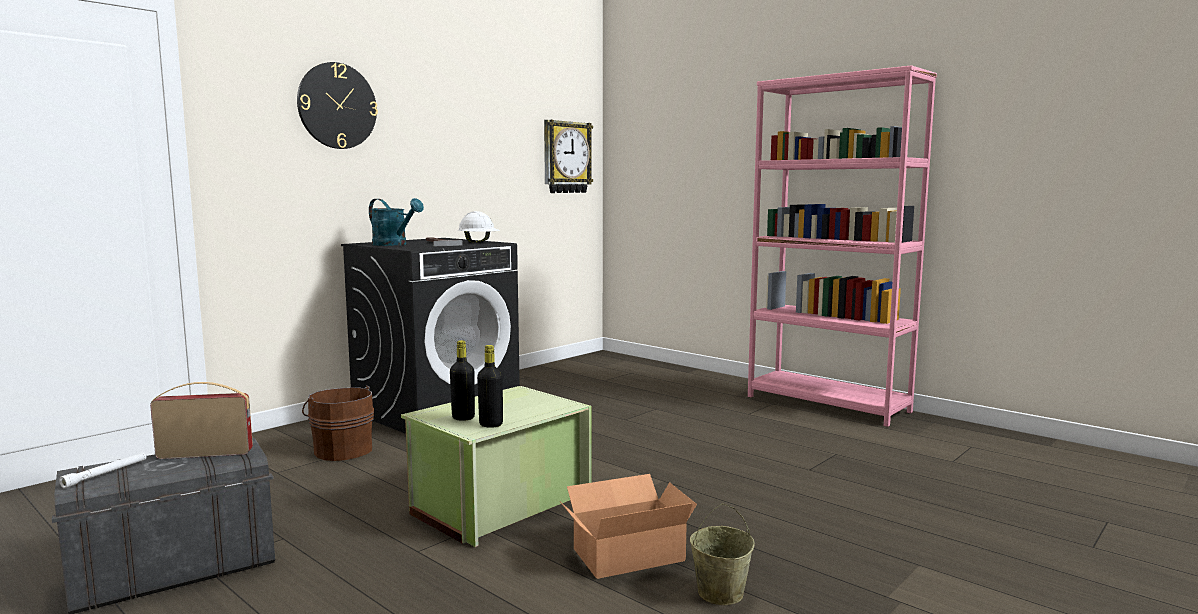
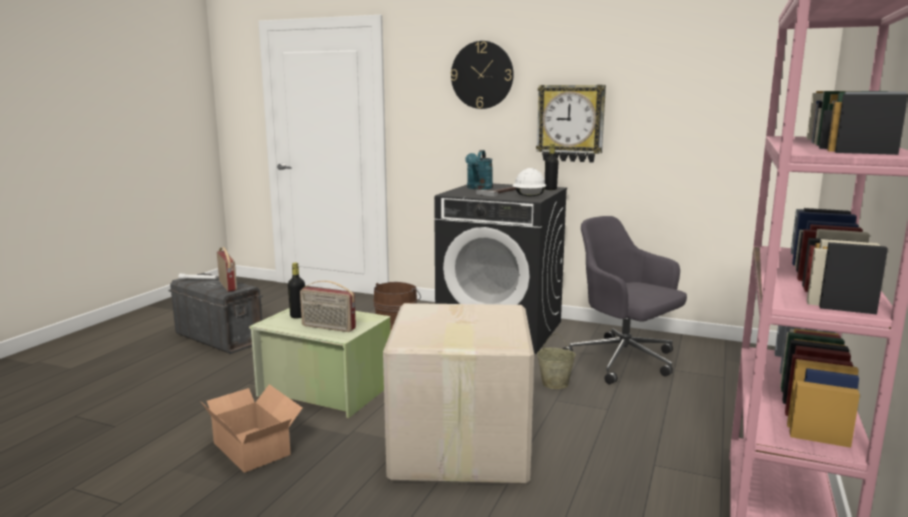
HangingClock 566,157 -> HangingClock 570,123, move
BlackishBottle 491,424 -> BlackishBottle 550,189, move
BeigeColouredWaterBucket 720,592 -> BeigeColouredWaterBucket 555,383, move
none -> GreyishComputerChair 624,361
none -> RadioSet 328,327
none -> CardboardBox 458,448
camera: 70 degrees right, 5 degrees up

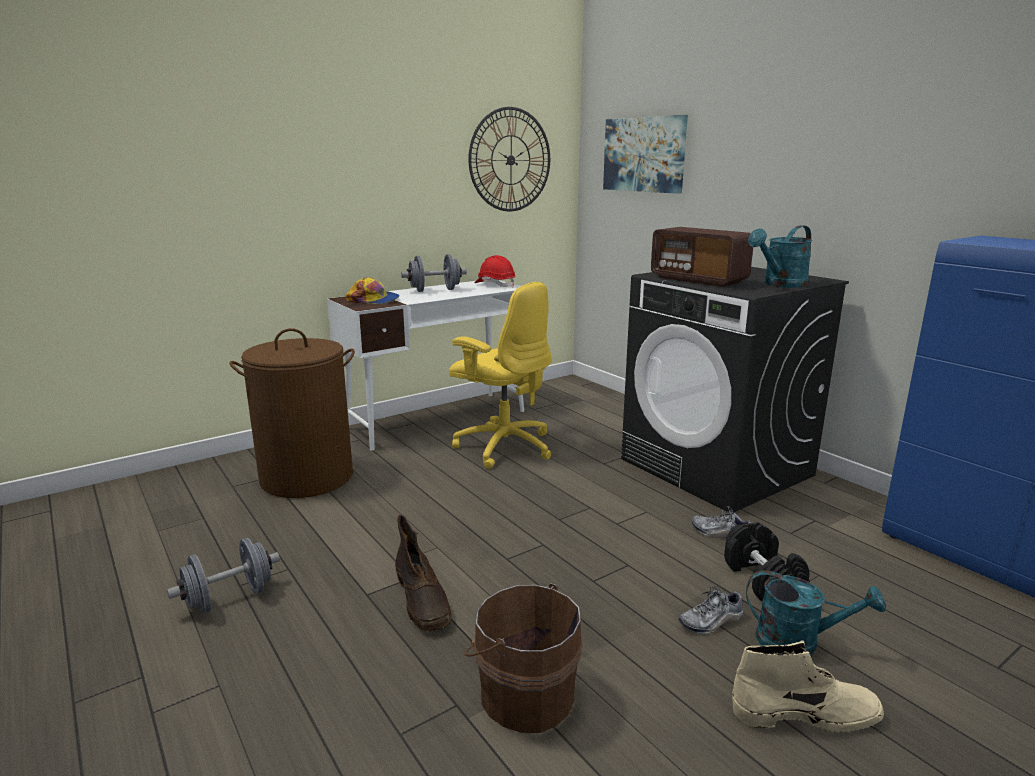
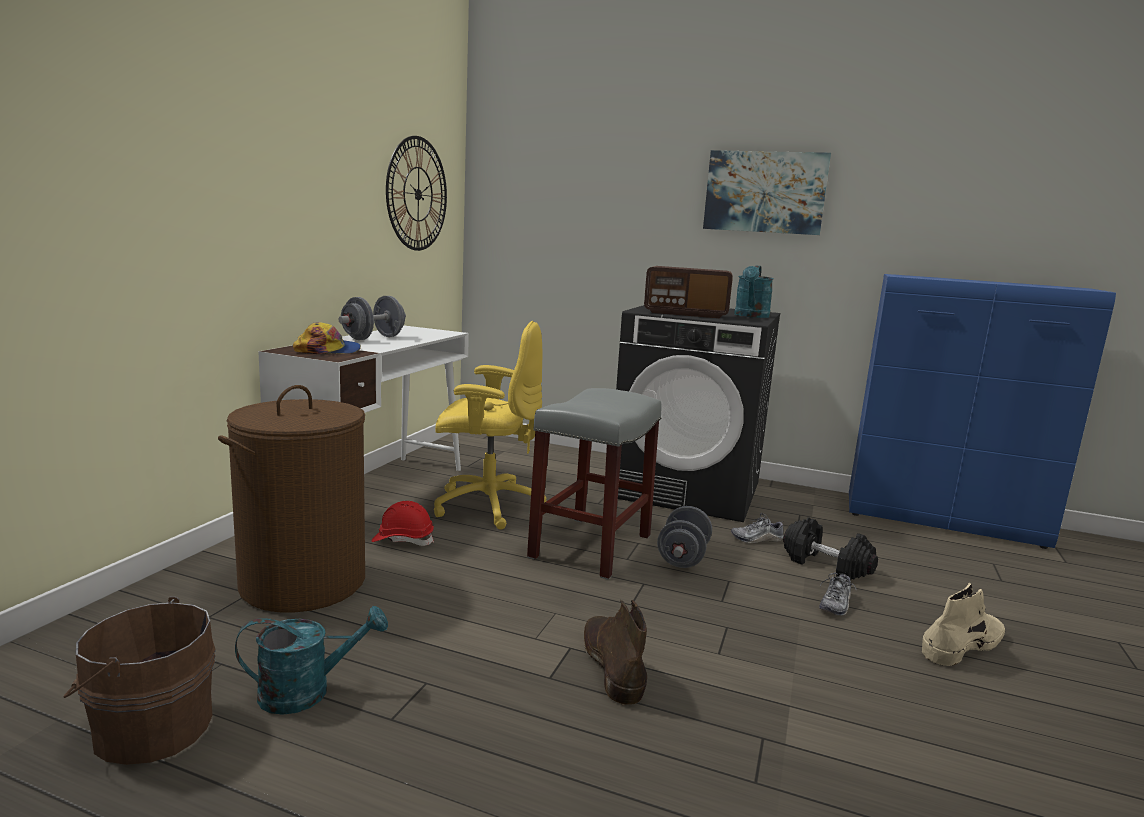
Picture 644,154 -> Picture 765,192, move
RedColouredSafetyHelmet 495,285 -> RedColouredSafetyHelmet 403,540, move
BrownishTallBoot 423,601 -> BrownishTallBoot 611,664, 135 degrees counterclockwise
GreyishFreeWeight 229,598 -> GreyishFreeWeight 683,557, move
BlueGreenWateringCan 798,642 -> BlueGreenWateringCan 307,692, move
BrownishWaterBucket 524,694 -> BrownishWaterBucket 149,727, move
none -> GreyishStoolSeat 591,547
camera: 35 degrees left, 5 degrees down

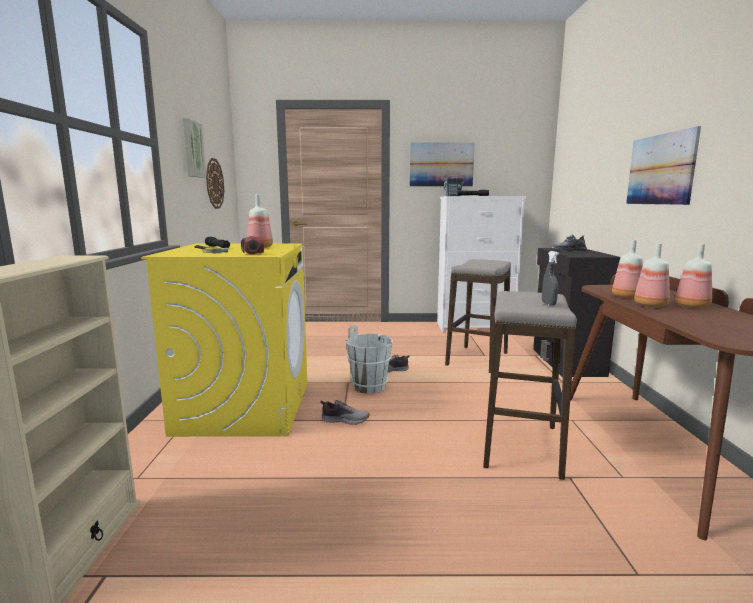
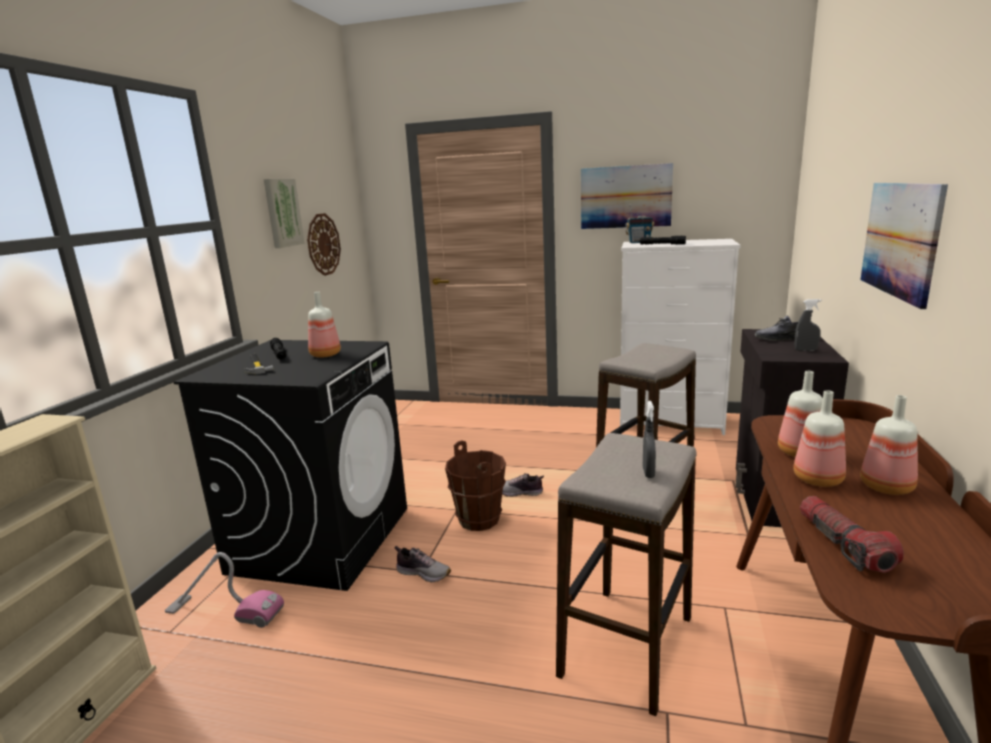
Flashlight 250,252 -> Flashlight 843,545, move
YellowColouredLaundryAppliance 245,407 -> BlackishLaundryAppliance 322,538
WhitishWaterBucket 369,386 -> BrownishWaterBucket 479,519
none -> GreyishHandSprayer 805,350
none -> Hoover 224,611
camera: 15 degrees right, 5 degrees up

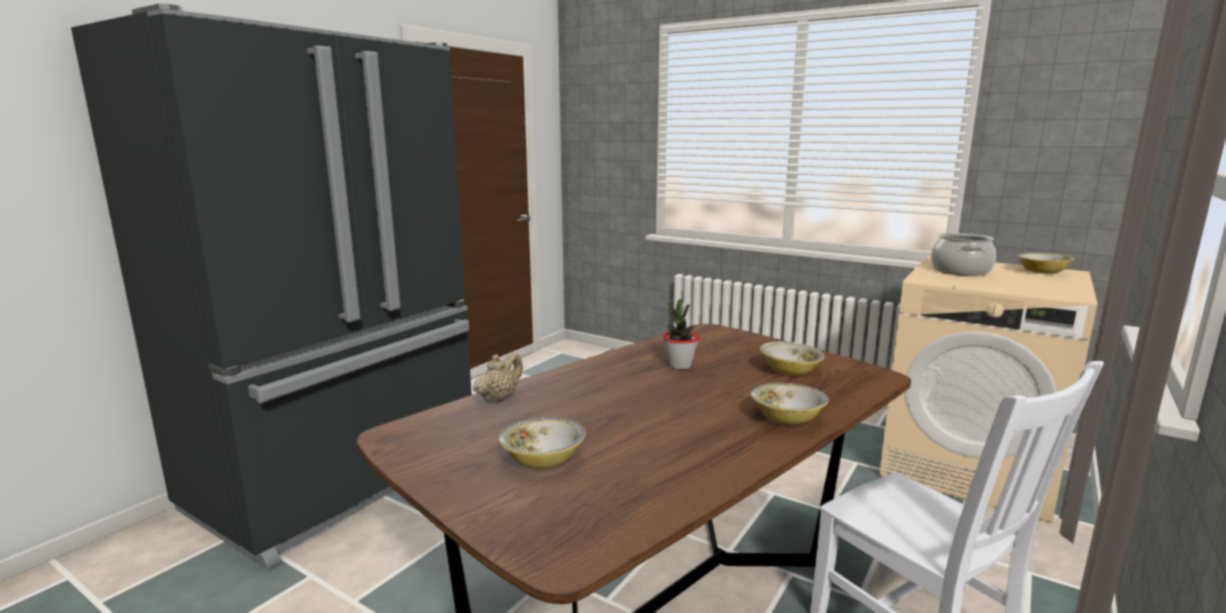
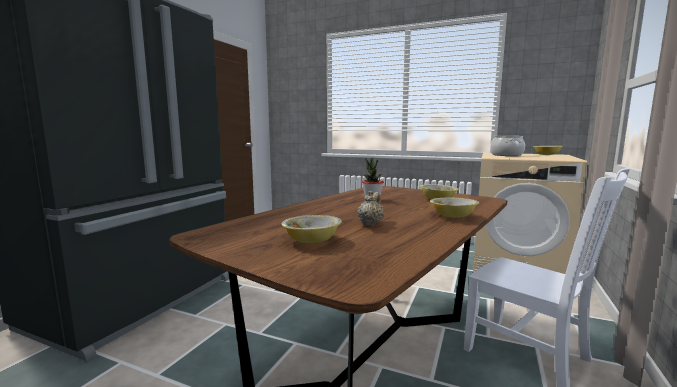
BeigeColouredTeapot 499,399 -> BeigeColouredTeapot 370,224, move
camera: 10 degrees left, 5 degrees down

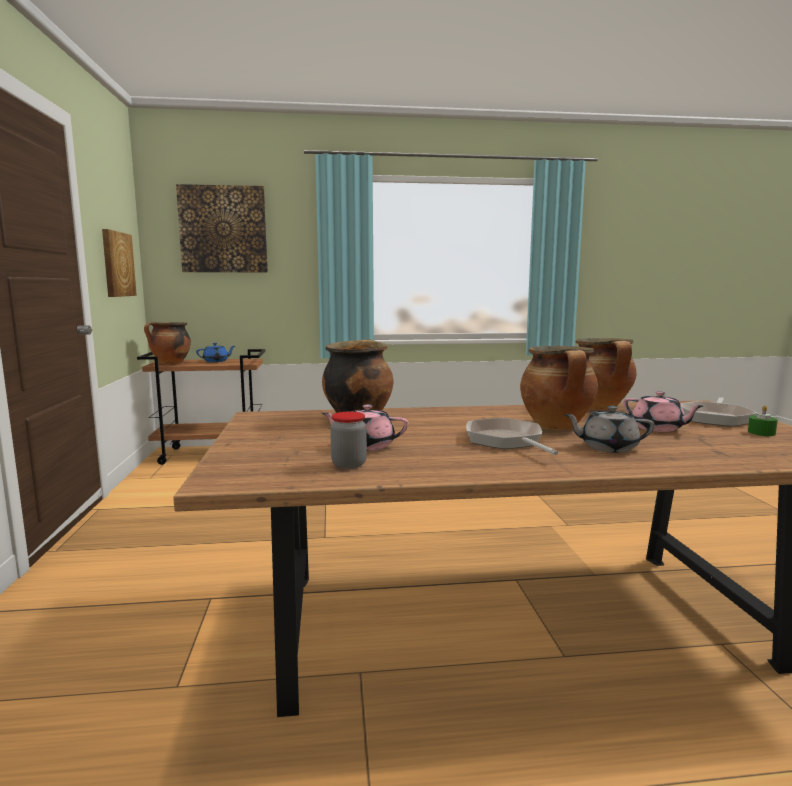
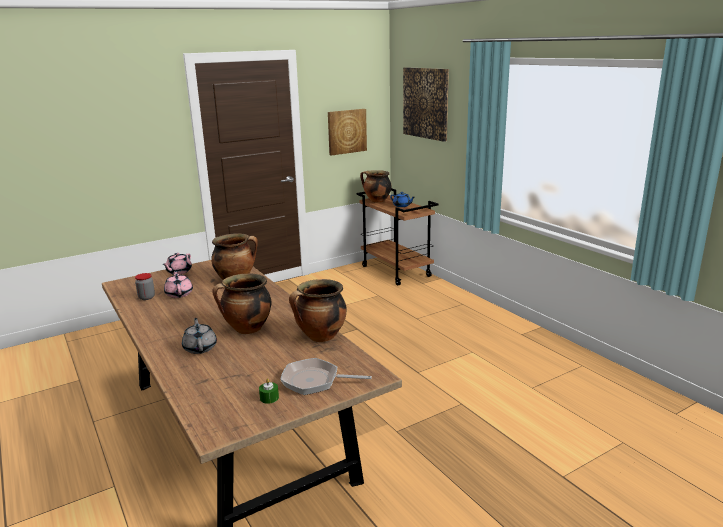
PinkTeapot 658,428 -> PinkTeapot 178,272, move
Pan 506,441 -> none
camera: 65 degrees right, 10 degrees up

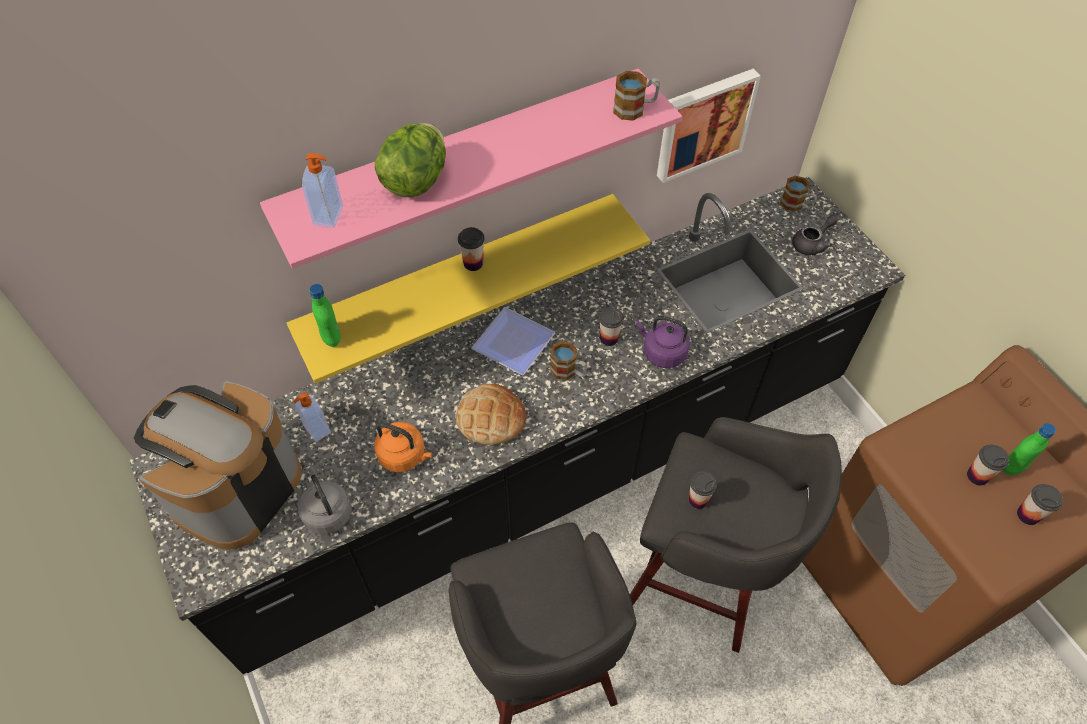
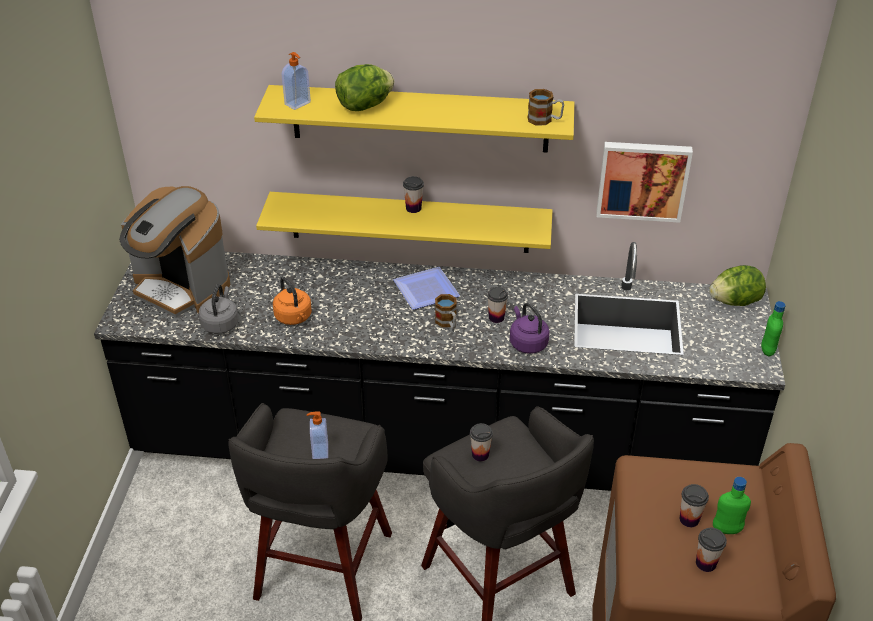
PinkShelf 463,160 -> YellowColouredShelf 420,118
Mug 796,205 -> Lettuce 735,301
GreyishTeapot 812,244 -> none
GreenColouredBottle 331,337 -> GreenColouredBottle 767,350, move
CoffeeBrewer 236,489 -> CoffeeBrewer 181,287, 120 degrees counterclockwise
BakeryBread 490,418 -> none
SoapDispenser 316,430 -> SoapDispenser 319,452, move
camera: 35 degrees right, 15 degrees down

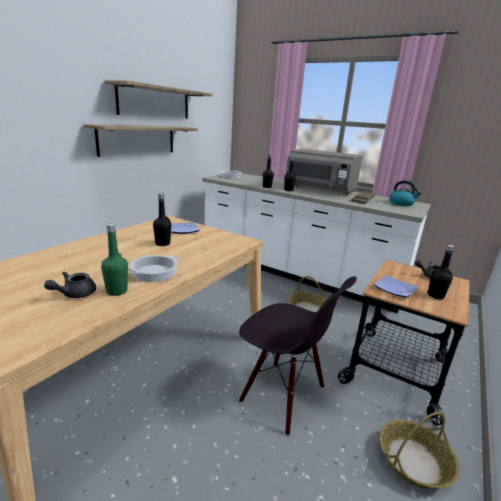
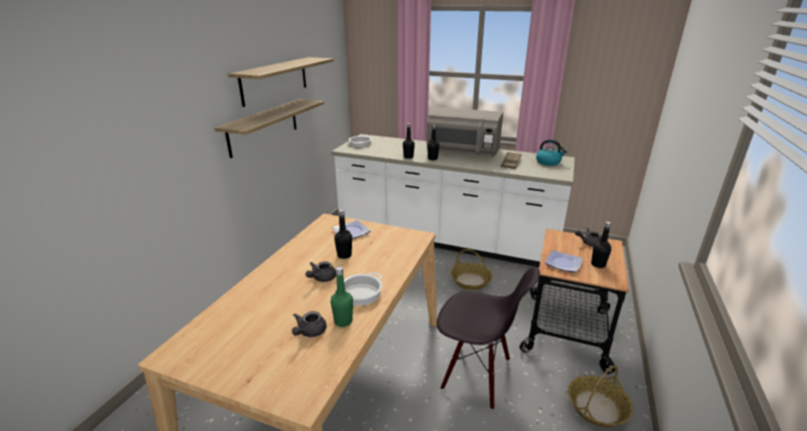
none -> GreyishTeapot 321,278
camera: 10 degrees left, 5 degrees up

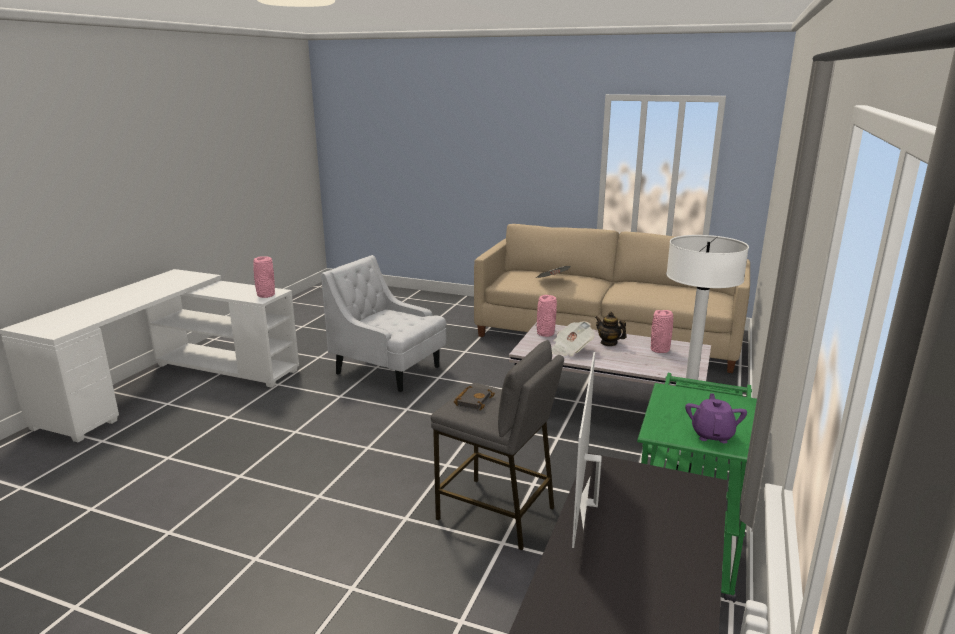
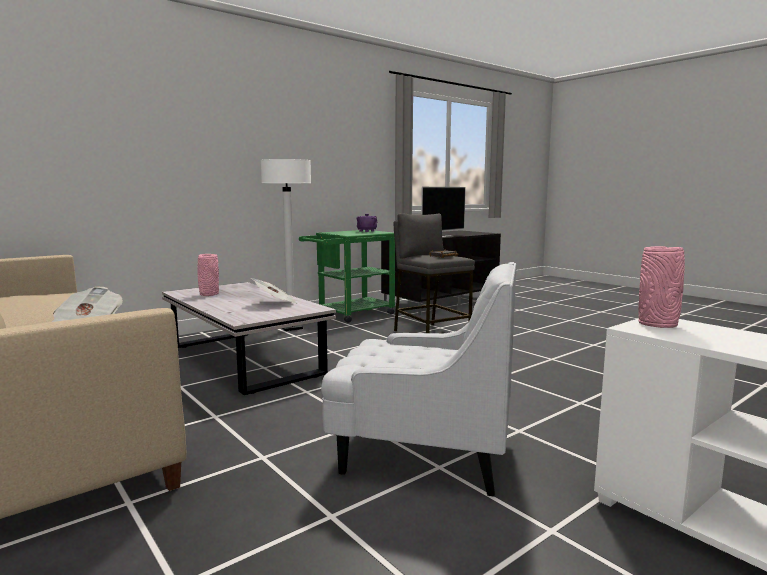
WhitishArmchair 389,370 -> WhitishArmchair 422,453, 45 degrees counterclockwise
PinkFlowerVase 545,333 -> none
Teapot 609,343 -> none
camera: 150 degrees left, 10 degrees down

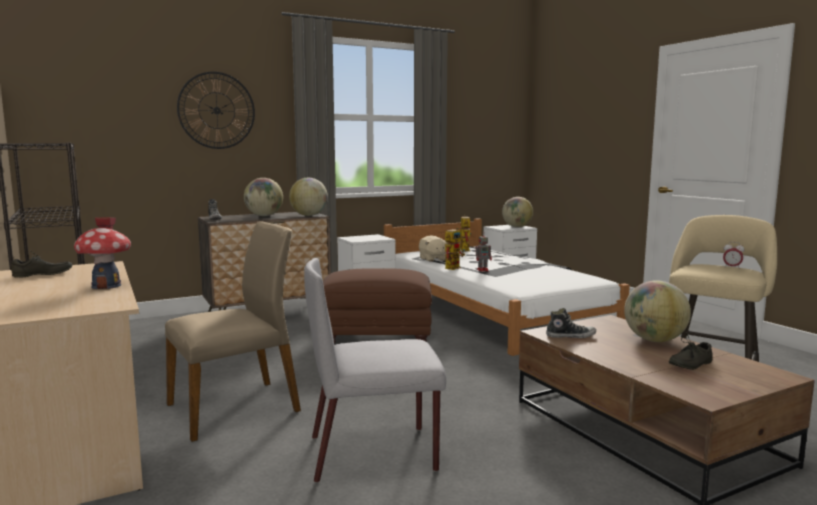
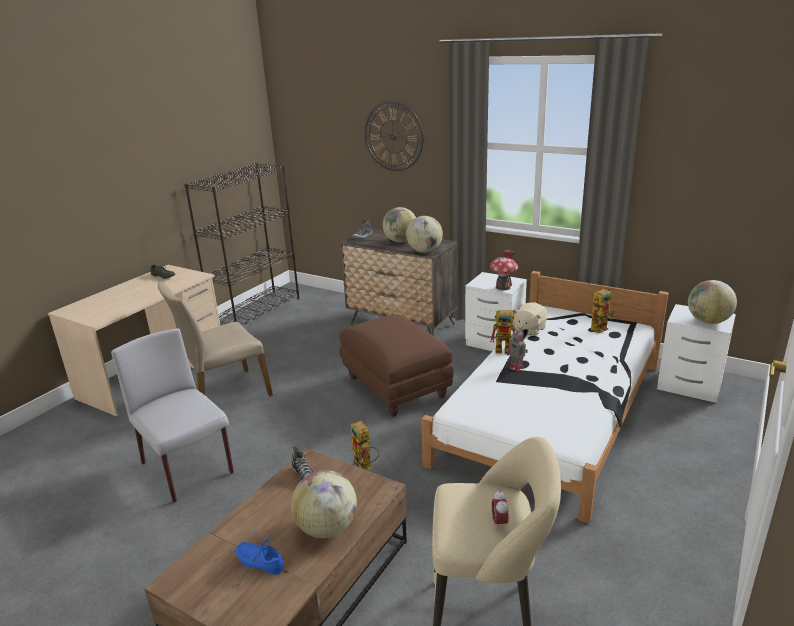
MiniatureHouse 106,286 -> MiniatureHouse 503,287, move
BeigeColouredPlainChair 235,407 -> BeigeColouredPlainChair 224,394, 120 degrees clockwise
GreyishItemOfFootwear 688,364 -> BlueItemOfFootwear 261,560
none -> ToyRobot 365,467
camera: 60 degrees right, 15 degrees up

